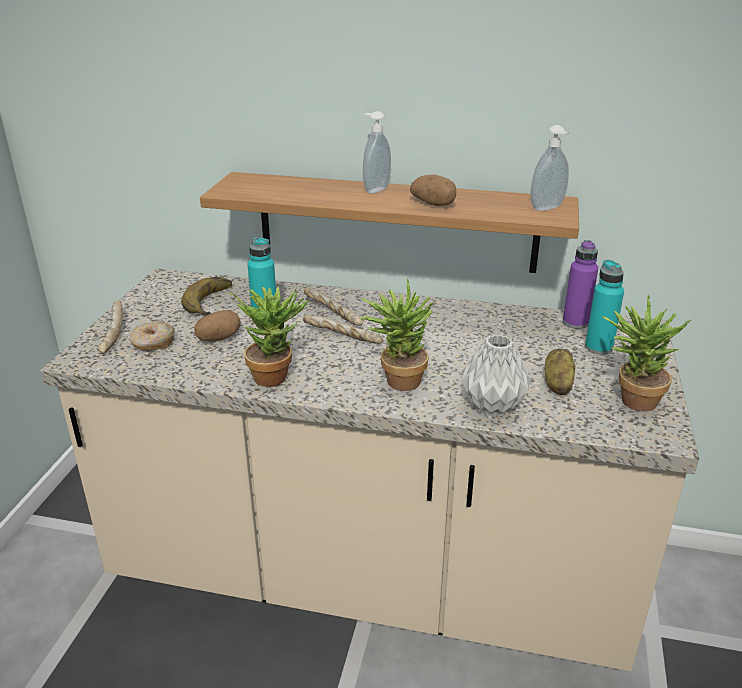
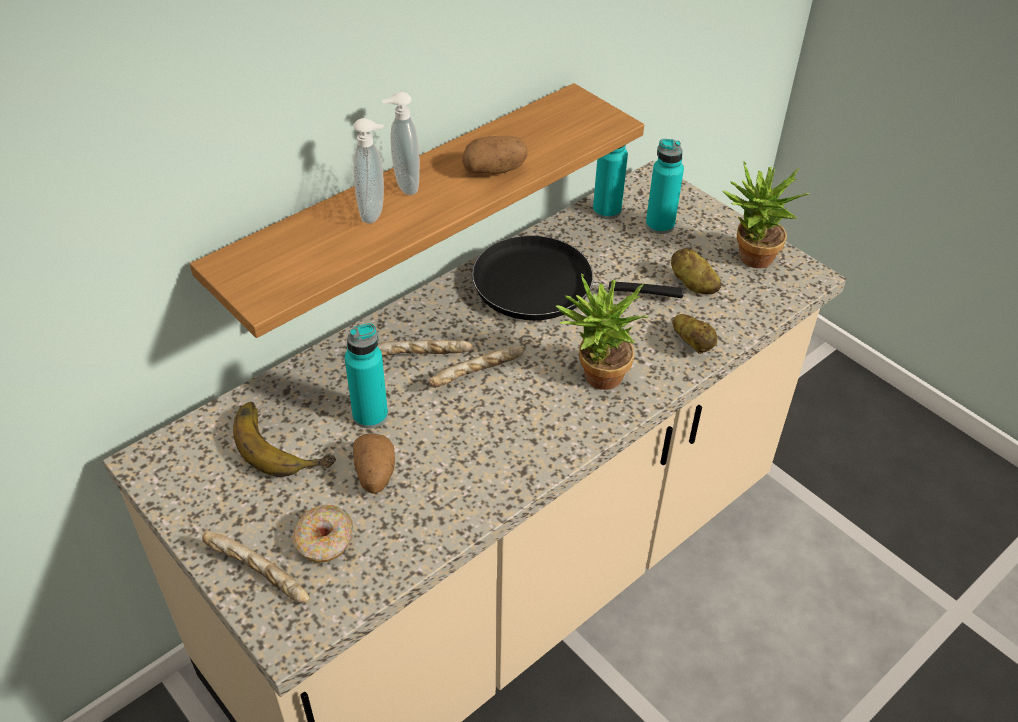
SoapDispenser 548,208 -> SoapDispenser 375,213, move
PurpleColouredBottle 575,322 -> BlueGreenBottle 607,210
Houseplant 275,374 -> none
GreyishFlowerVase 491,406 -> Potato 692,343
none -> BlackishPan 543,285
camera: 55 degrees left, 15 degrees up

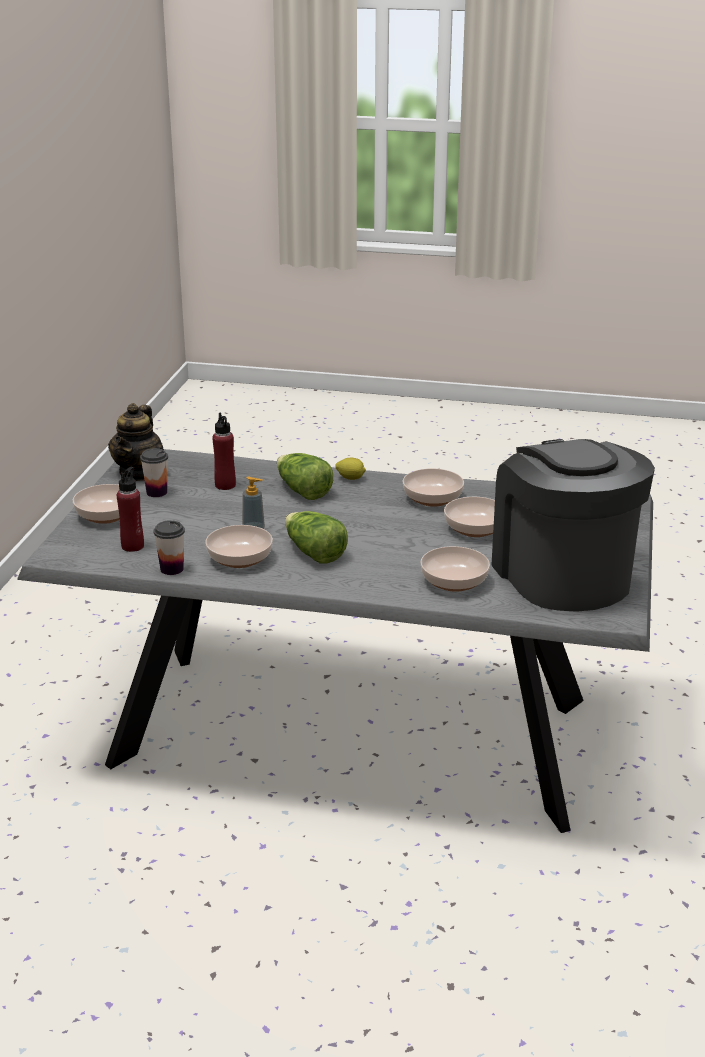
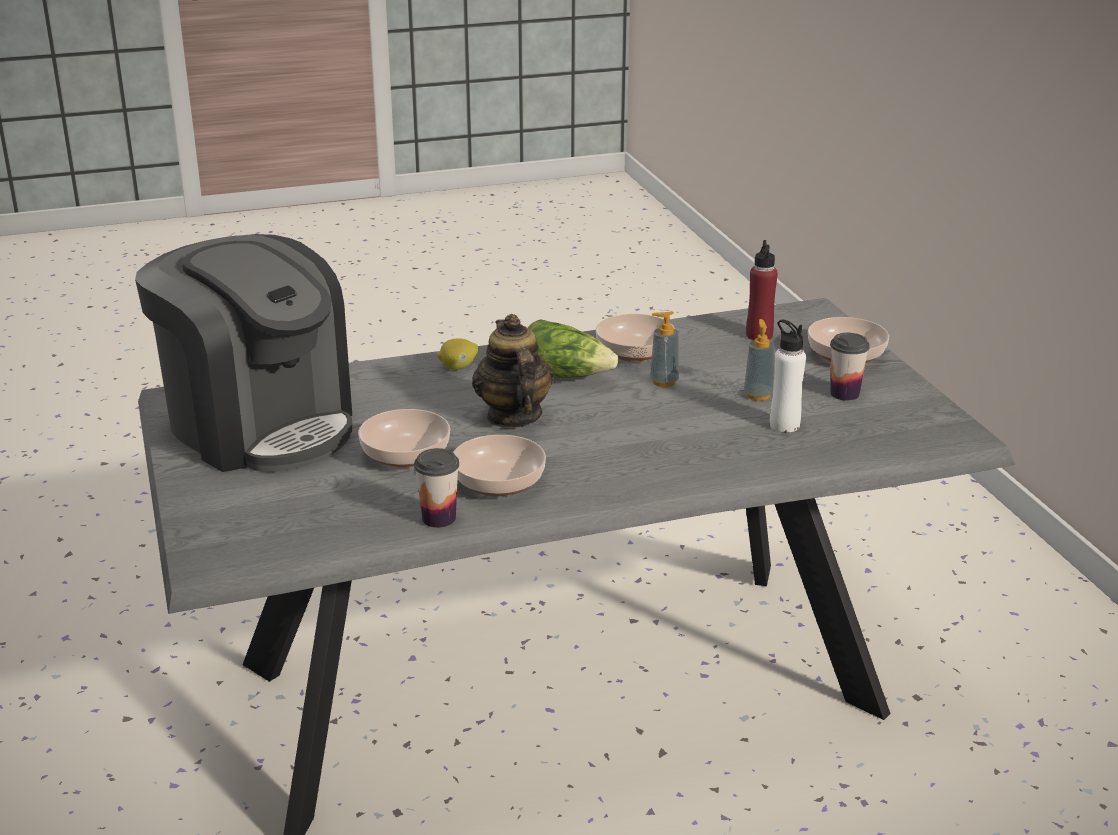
Teapot 139,473 -> Teapot 513,416, move
RedColouredBottle 225,485 -> WhitishBottle 784,425
Lettuce 302,491 -> none
WholeLemon 350,478 -> WholeLemon 458,367, move
DrinkingCup 172,569 -> DrinkingCup 439,518, move
ServingBowl 455,581 -> none
none -> SoapDispenser 758,395
camera: 150 degrees right, 0 degrees up

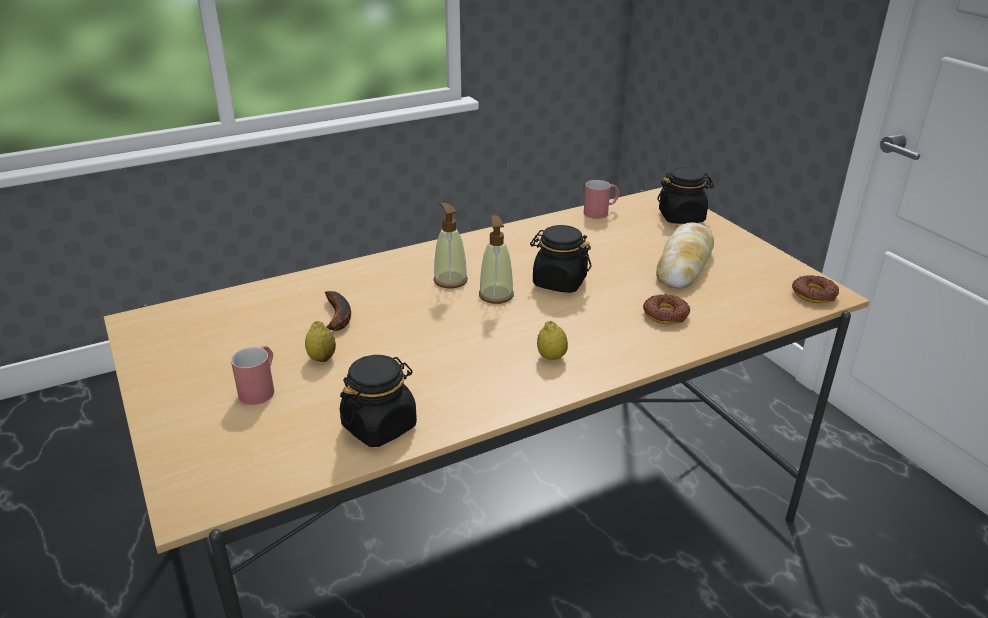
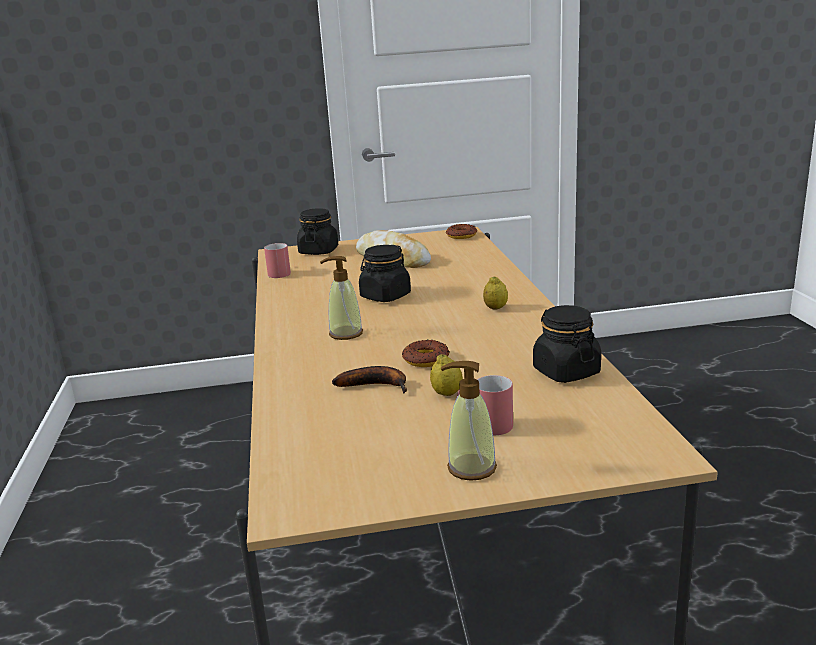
SoapDispenser 496,295 -> SoapDispenser 471,468, move
Donut 666,314 -> Donut 426,359, move
camera: 70 degrees left, 10 degrees down

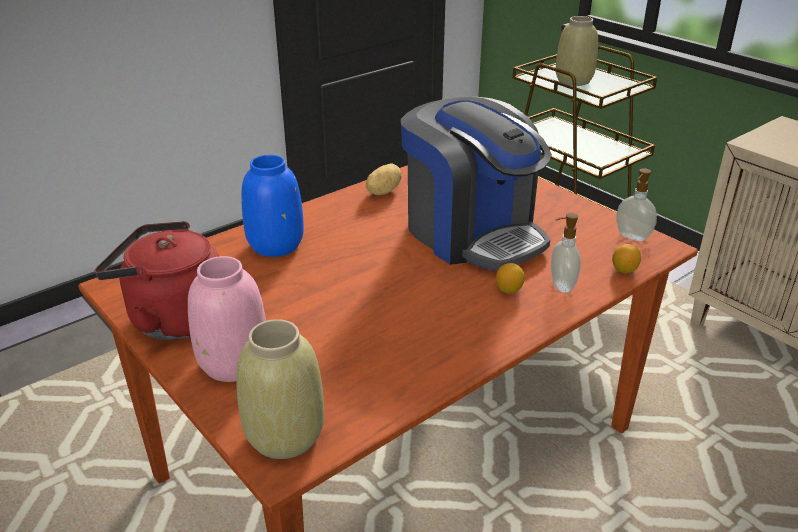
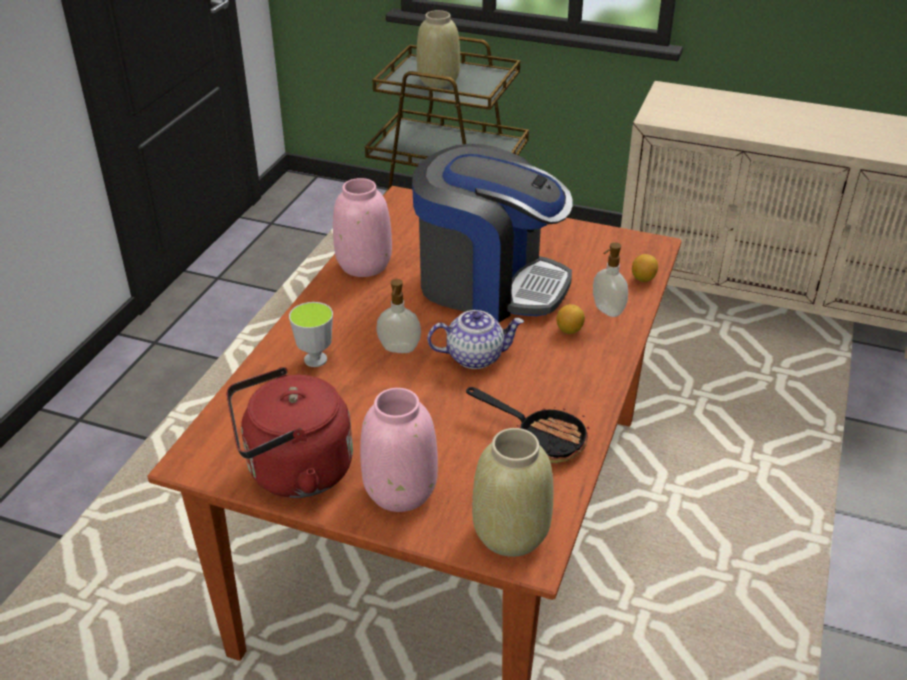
BlueFlowerVase 275,245 -> DrinkingCup 315,359
Potato 382,191 -> PinkFlowerVase 363,265
SoapDispenser 632,237 -> SoapDispenser 399,349, move
none -> Teapot 475,356
none -> Pan 540,438
camera: 30 degrees left, 5 degrees up

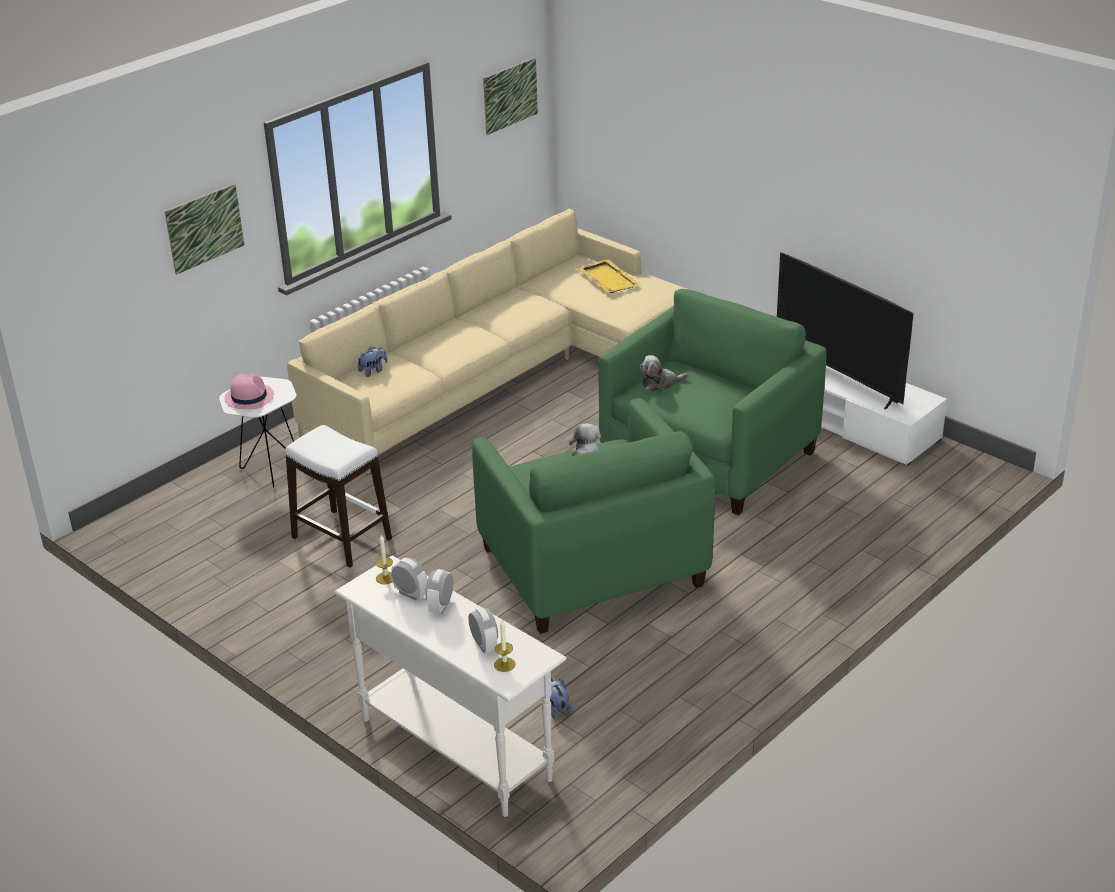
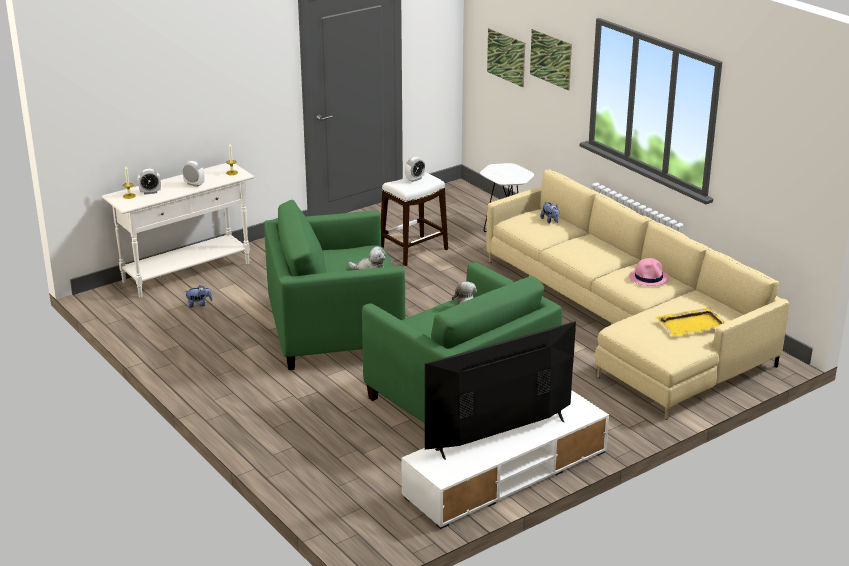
Picture 510,95 -> Picture 506,57, move
PinkHat 249,397 -> PinkHat 649,277, move
AlarmClock 410,593 -> AlarmClock 415,179, move
camera: 100 degrees right, 5 degrees down

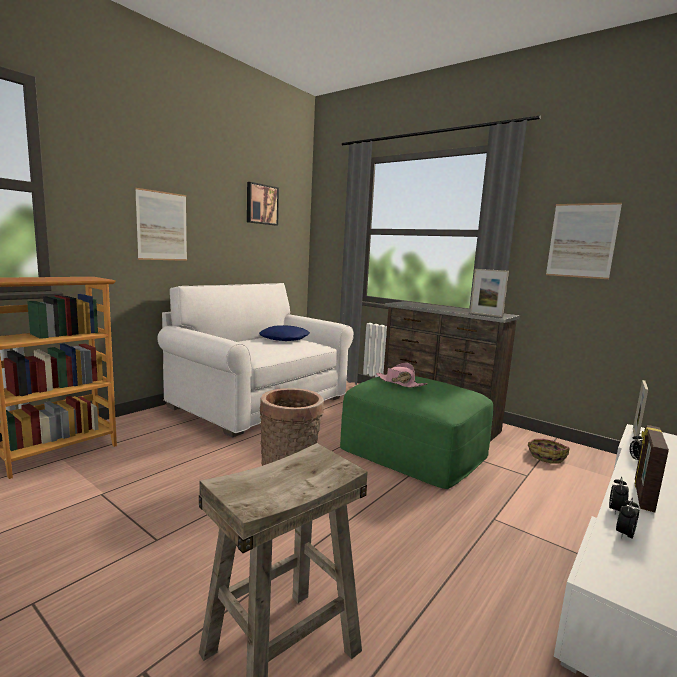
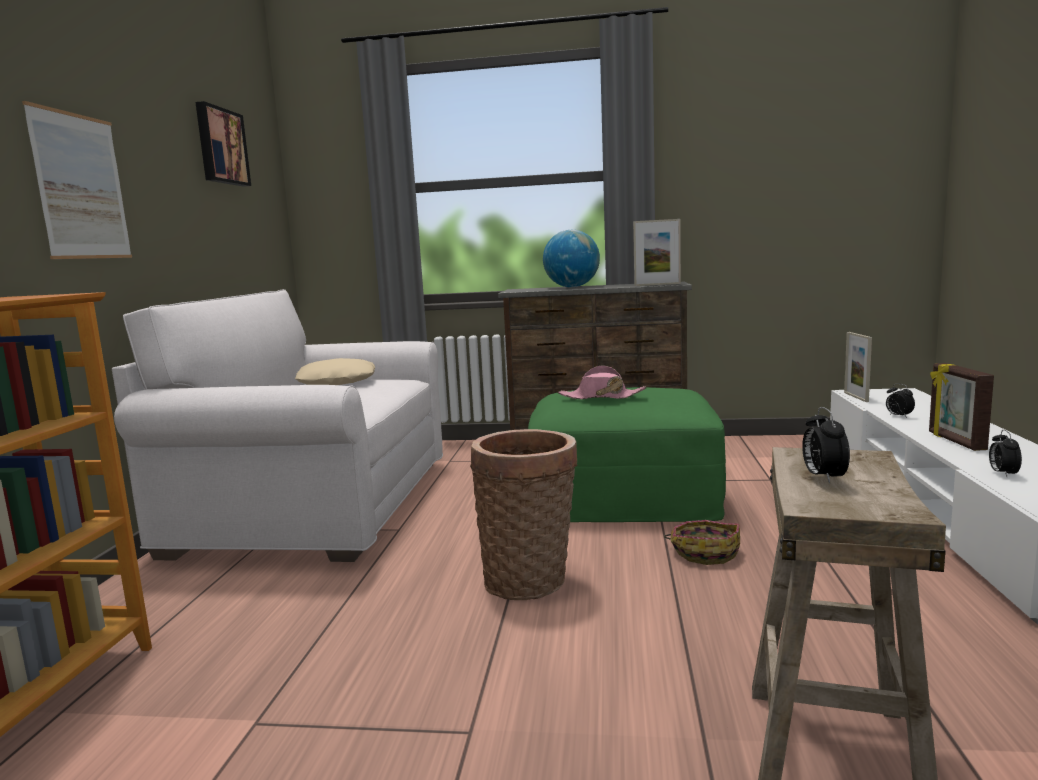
Picture 582,240 -> none
BlueThrowPillow 284,339 -> BeigeColouredThrowPillow 336,382
StorageBasket 546,456 -> StorageBasket 705,552, move
AlarmClock 616,511 -> AlarmClock 823,477, move
none -> WorldGlobe 572,287
camera: 30 degrees left, 0 degrees up

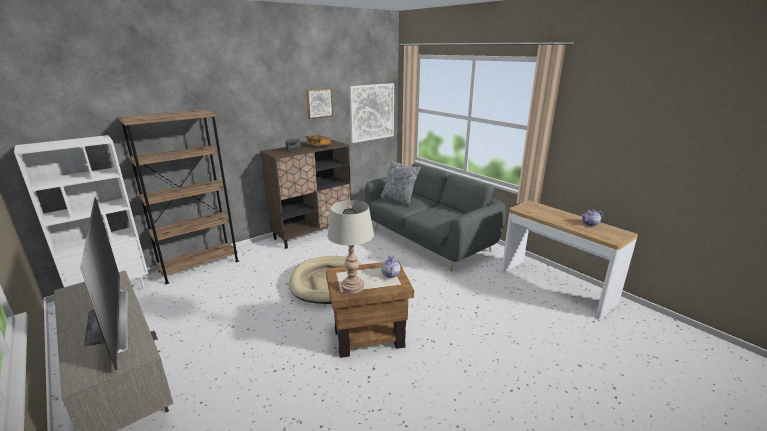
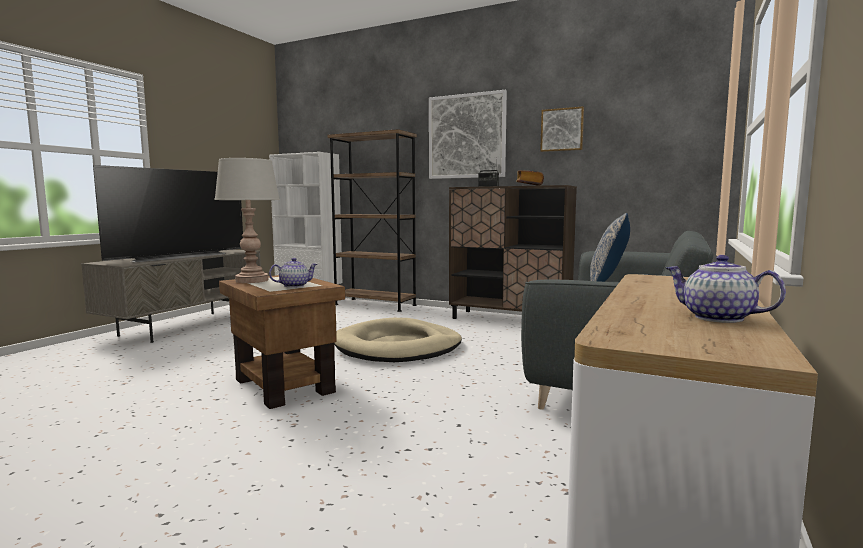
Picture 372,112 -> Picture 466,136, move
camera: 65 degrees right, 15 degrees down

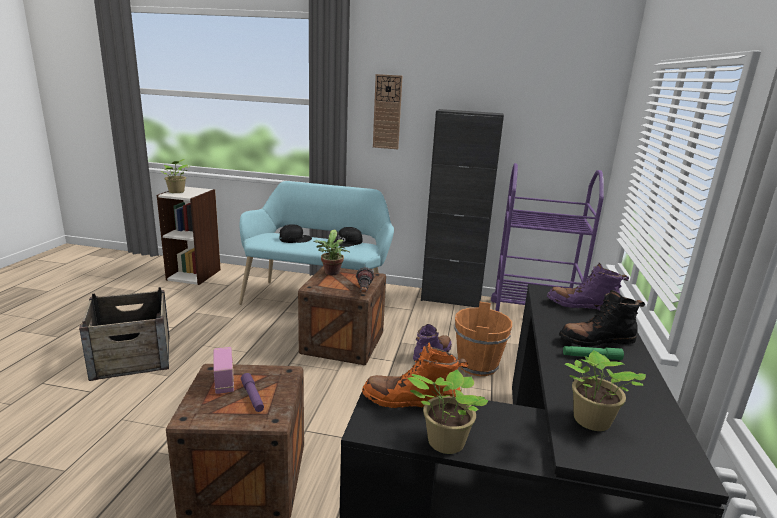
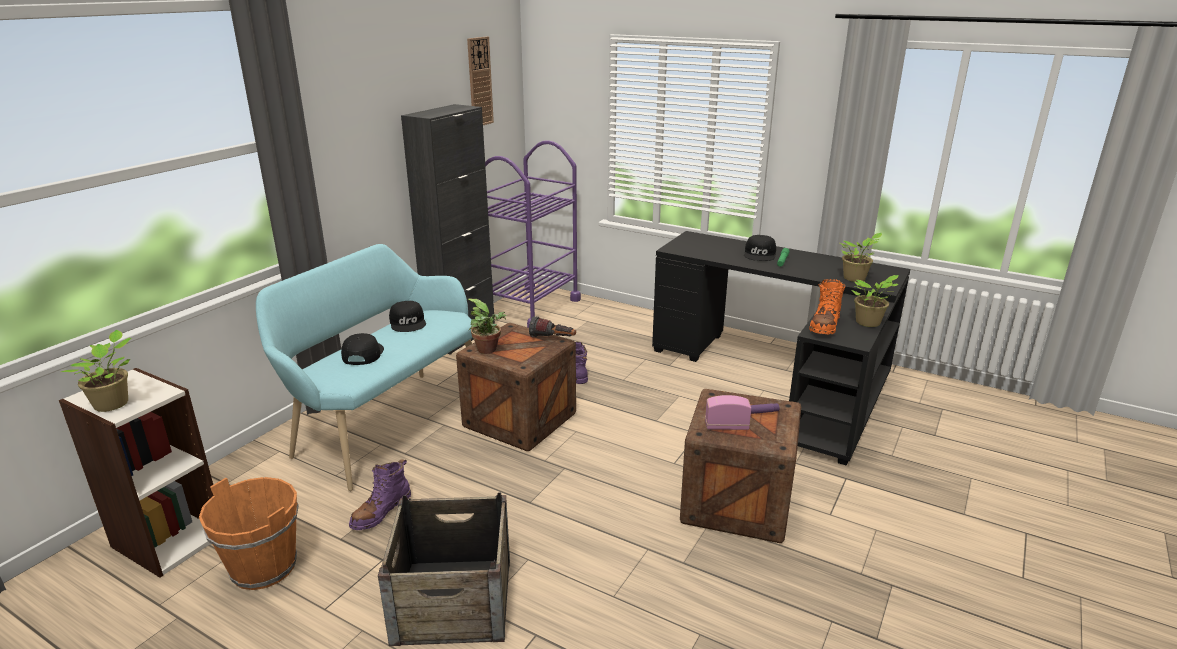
HangingClock 387,112 -> HangingClock 479,82, move
PurpleColouredTallBoot 582,306 -> PurpleColouredTallBoot 381,511, move
BlackishTallBoot 596,341 -> BlackishPeakedCap 760,254
OrangeyWaterBucket 477,365 -> OrangeyWaterBucket 264,567, move
camera: 70 degrees left, 5 degrees up

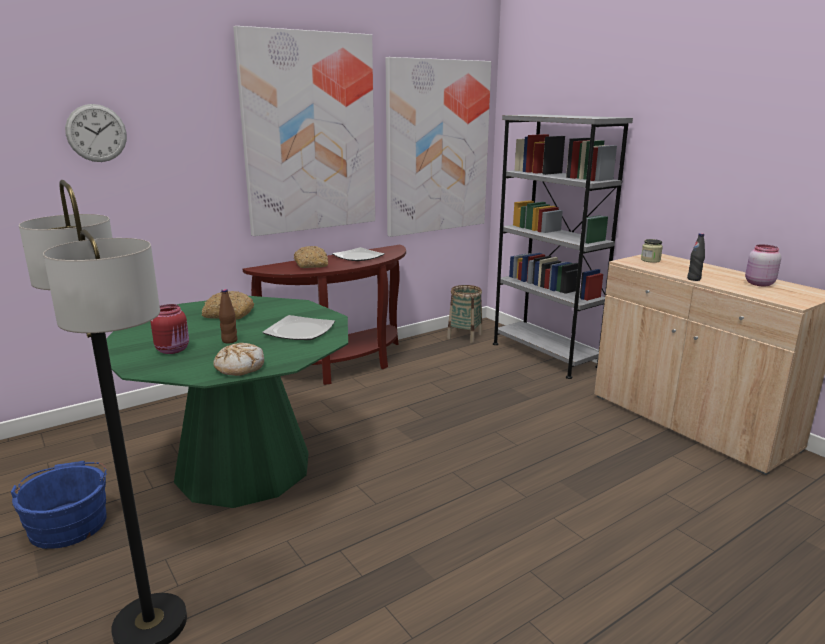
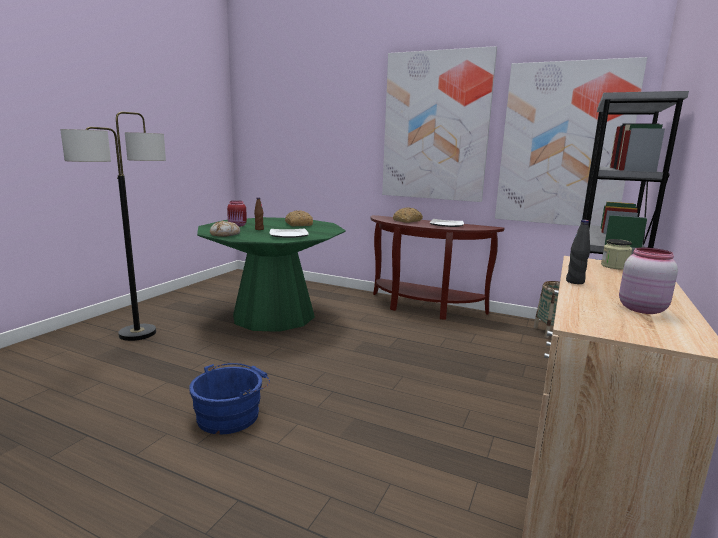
HangingClock 96,133 -> none
BlueWaterBucket 69,522 -> BlueWaterBucket 231,415, move
camera: 60 degrees right, 5 degrees down

